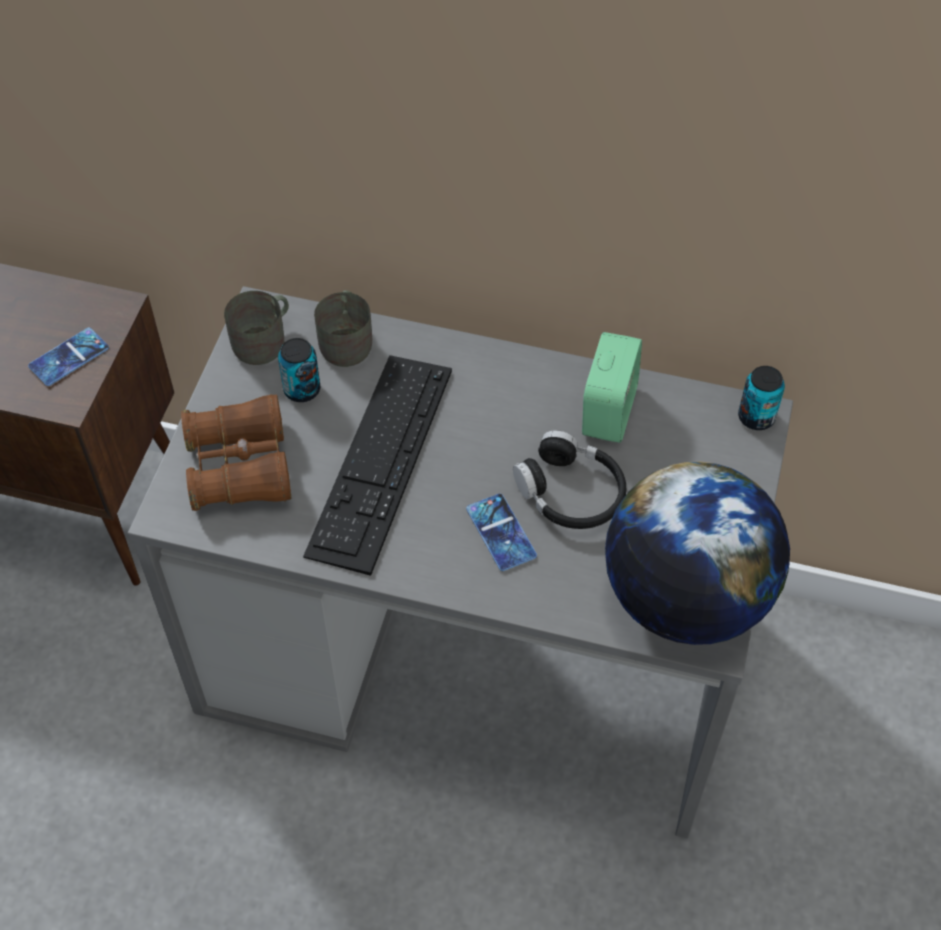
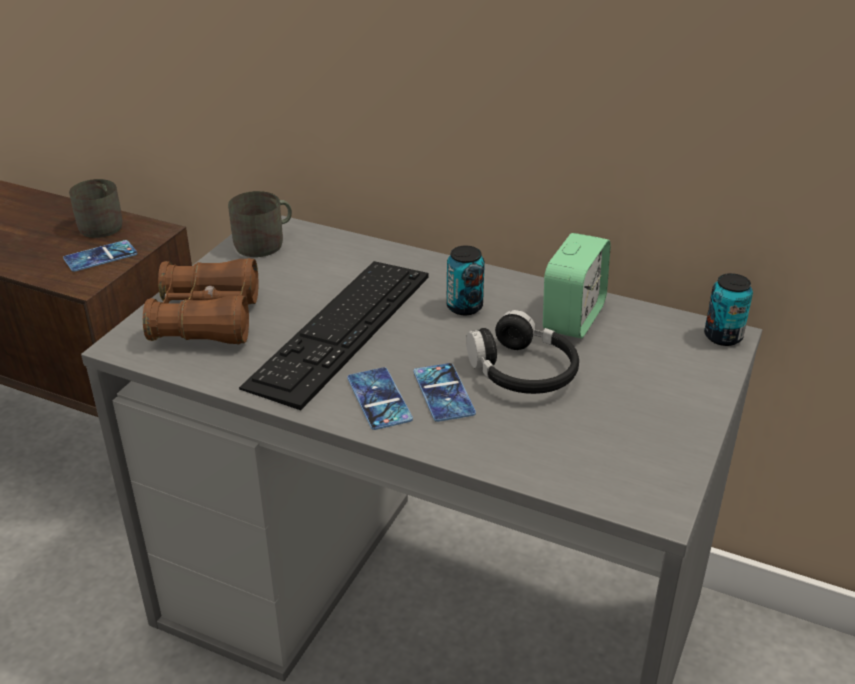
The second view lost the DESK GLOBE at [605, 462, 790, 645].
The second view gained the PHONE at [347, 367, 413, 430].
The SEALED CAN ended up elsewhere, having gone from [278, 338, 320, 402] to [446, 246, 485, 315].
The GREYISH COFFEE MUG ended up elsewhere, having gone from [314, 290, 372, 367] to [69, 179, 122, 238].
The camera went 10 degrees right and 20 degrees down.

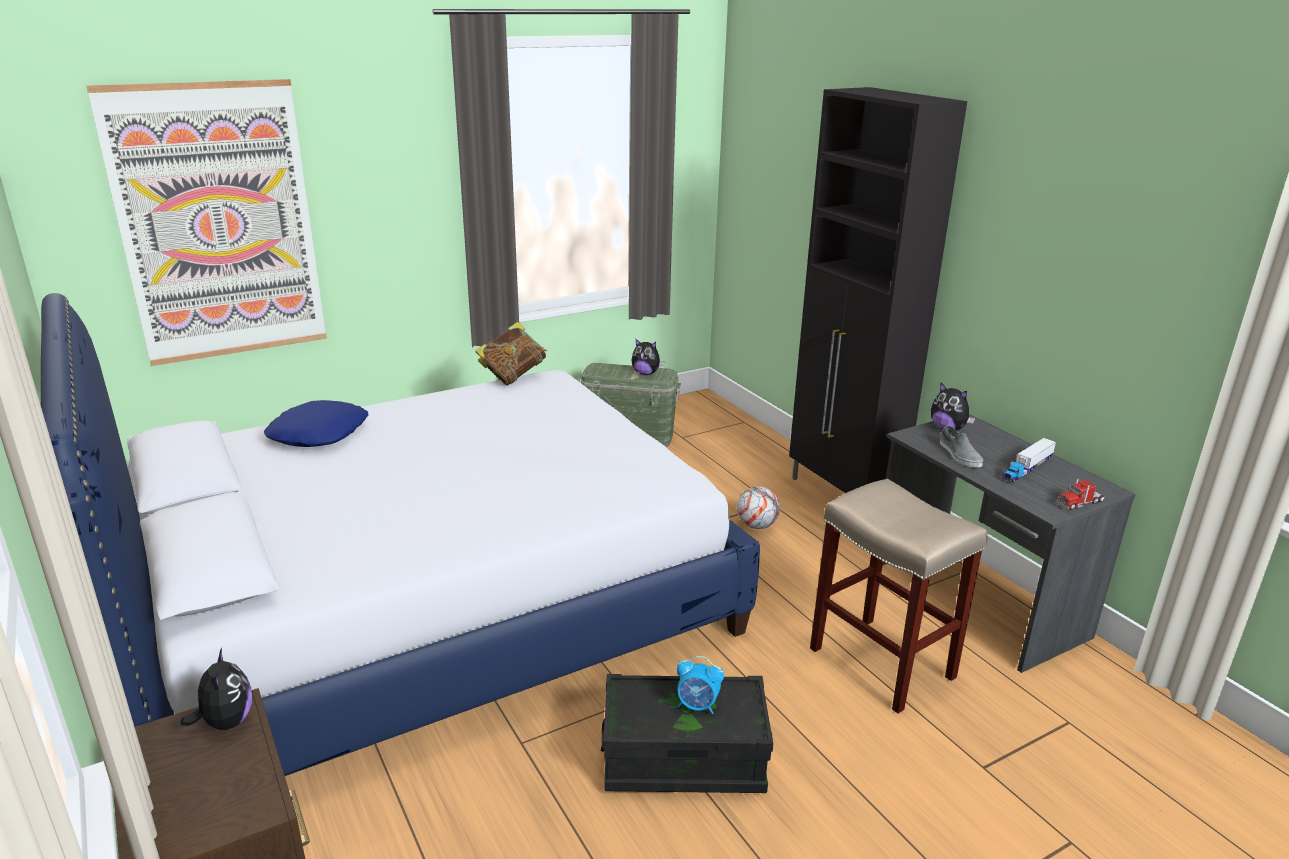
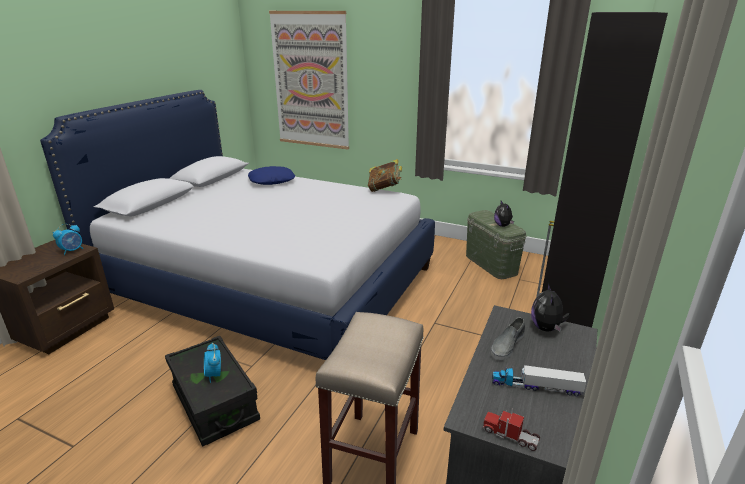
The second view lost the BALL FOR FOOTBALL at [737, 486, 780, 529].
Where the CUDDLY TOY stood at [181, 648, 252, 730], the ALARM CLOCK came to stand at [53, 224, 83, 255].
The camera went 55 degrees right and 0 degrees up.

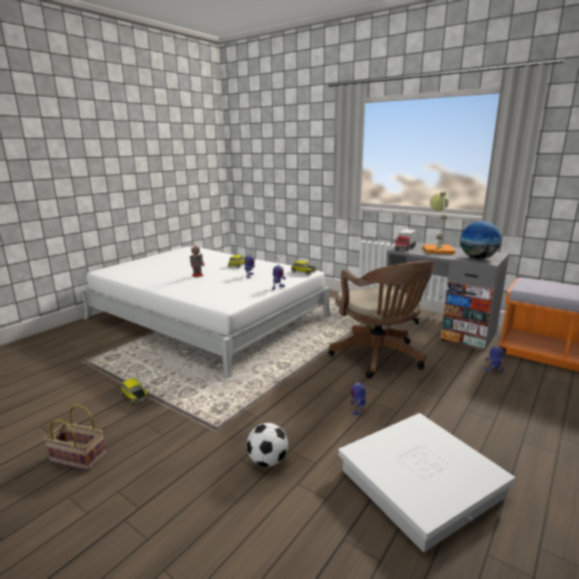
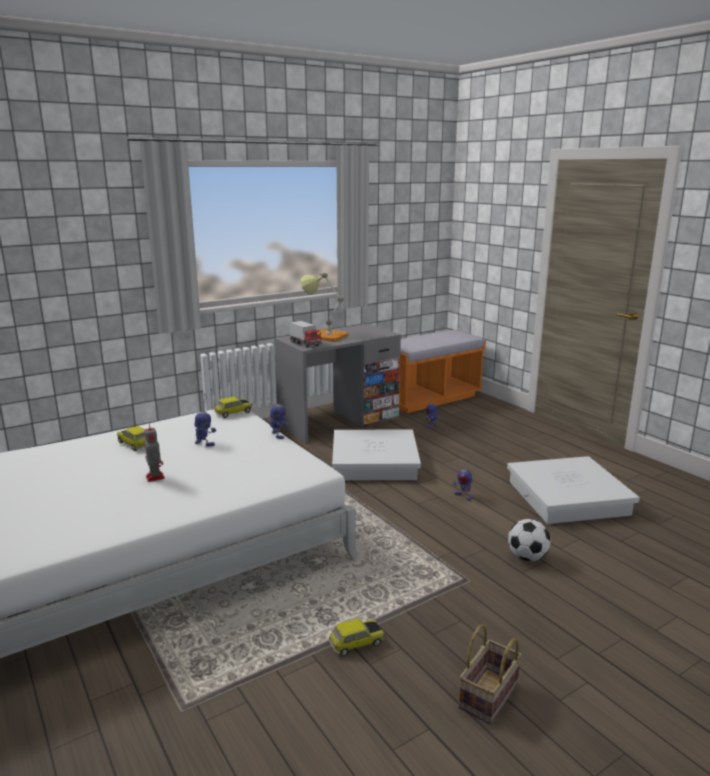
The second view lost the DESK GLOBE at [460, 221, 502, 259].
Where the BROWNISH OFFICE CHAIR stood at [328, 261, 434, 378], the WHITE STORAGE BOX came to stand at [332, 430, 421, 480].
The camera went 70 degrees left and 0 degrees up.

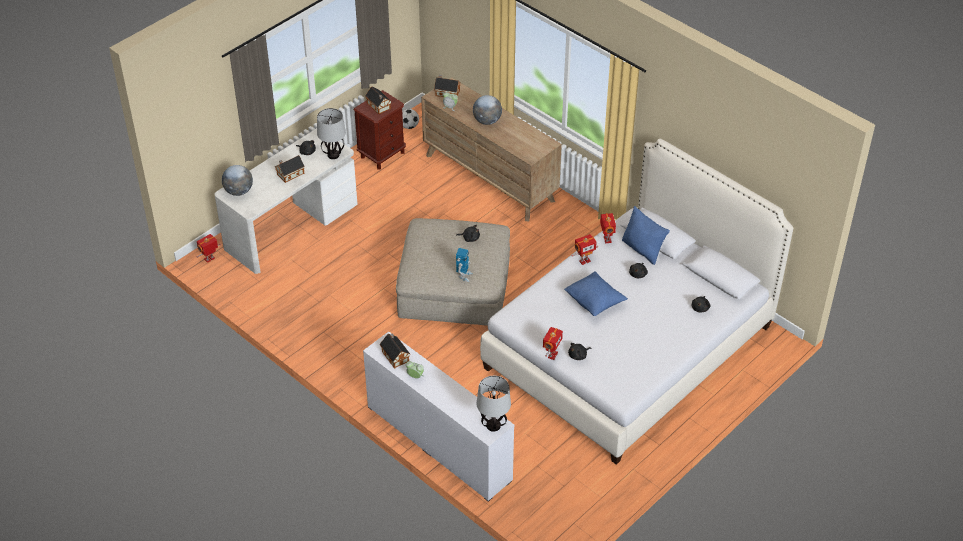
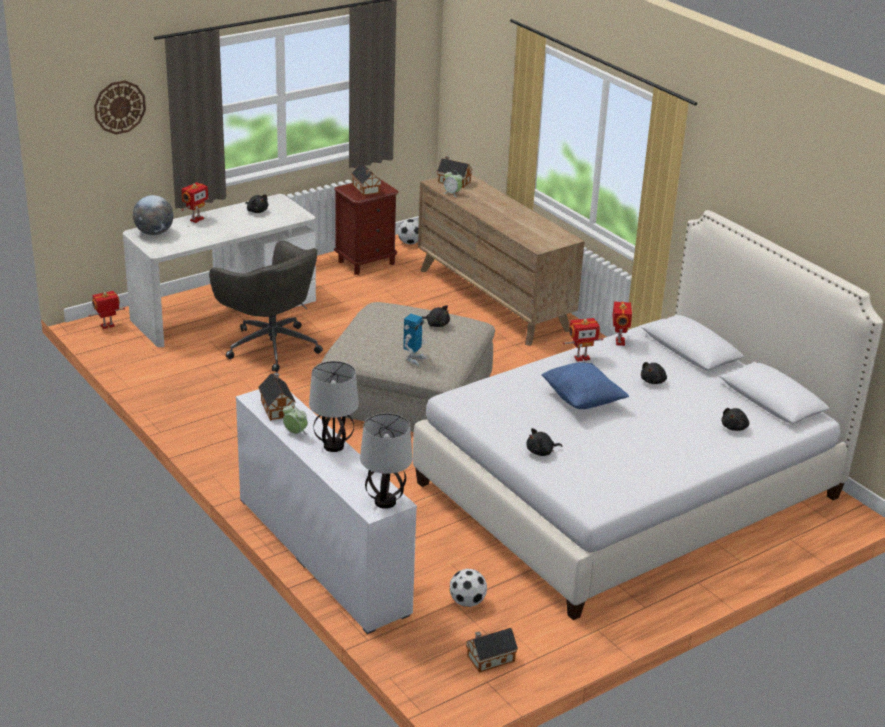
The second view lost the DESK GLOBE at [473, 95, 502, 125].
The second view lost the BLUE-COLOURED CUSHION at [622, 206, 670, 265].
The second view gained the CLOCK ON THE WALL at [94, 80, 146, 135].
The second view gained the GREYISH OFFICE CHAIR at [209, 241, 323, 372].
The second view gained the BALL FOR FOOTBALL at [450, 569, 487, 607].
The MINIATURE HOUSE ended up elsewhere, having gone from [275, 155, 305, 183] to [465, 628, 518, 673].
The LAMP FOR A TABLE ended up elsewhere, having gone from [317, 108, 346, 159] to [309, 361, 359, 452].
The ROBOT FIGURE ended up elsewhere, having gone from [543, 327, 563, 360] to [181, 182, 209, 223].
The camera went 10 degrees right and 15 degrees down.

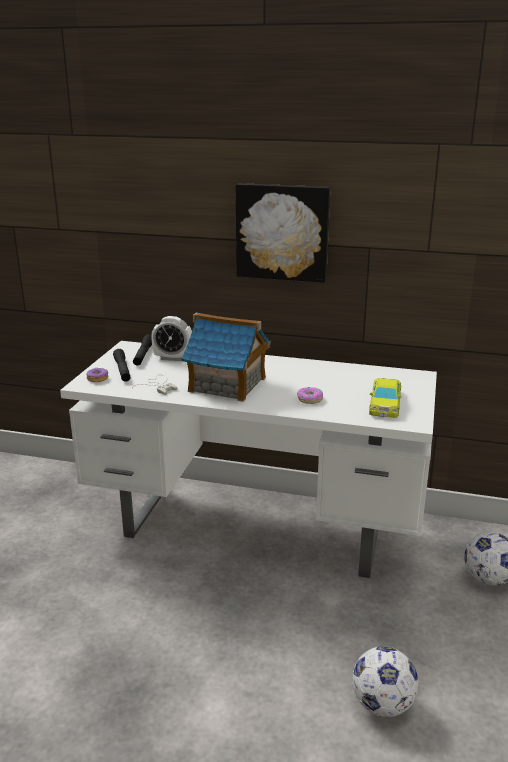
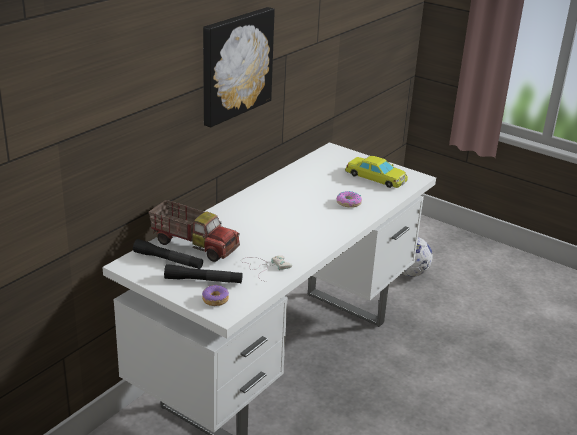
The second view lost the MINIATURE HOUSE at [181, 313, 271, 402].
The second view lost the BALL FOR FOOTBALL at [352, 646, 418, 717].
Where the ALARM CLOCK stood at [151, 316, 192, 361], the MODEL TRUCK came to stand at [149, 200, 240, 262].
The camera went 70 degrees left and 5 degrees up.

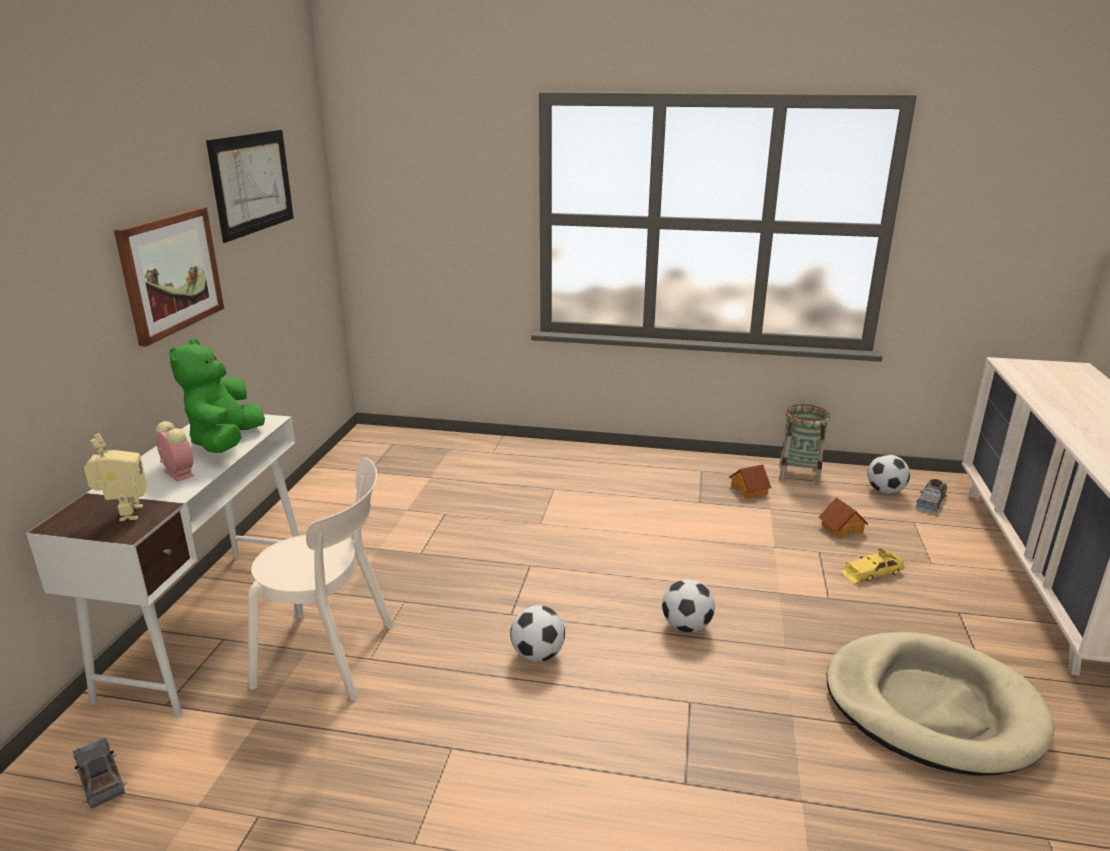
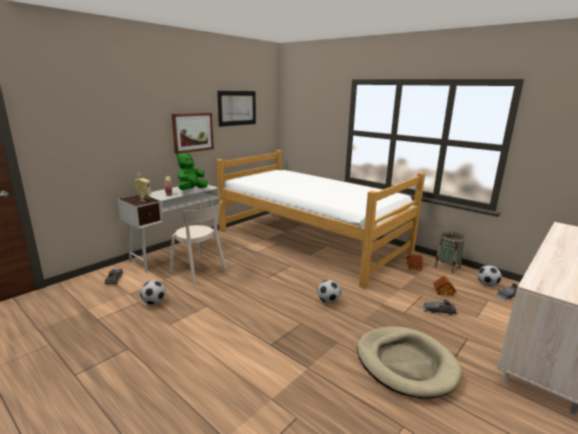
The second view gained the BED at [216, 150, 425, 289].
The BALL FOR FOOTBALL ended up elsewhere, having gone from [510, 605, 565, 662] to [140, 280, 166, 304].
What was the YELLOW MODEL CAR at [841, 548, 905, 584] turned into the GREYISH MODEL CAR at [422, 299, 457, 315].
The camera went 30 degrees right and 5 degrees down.

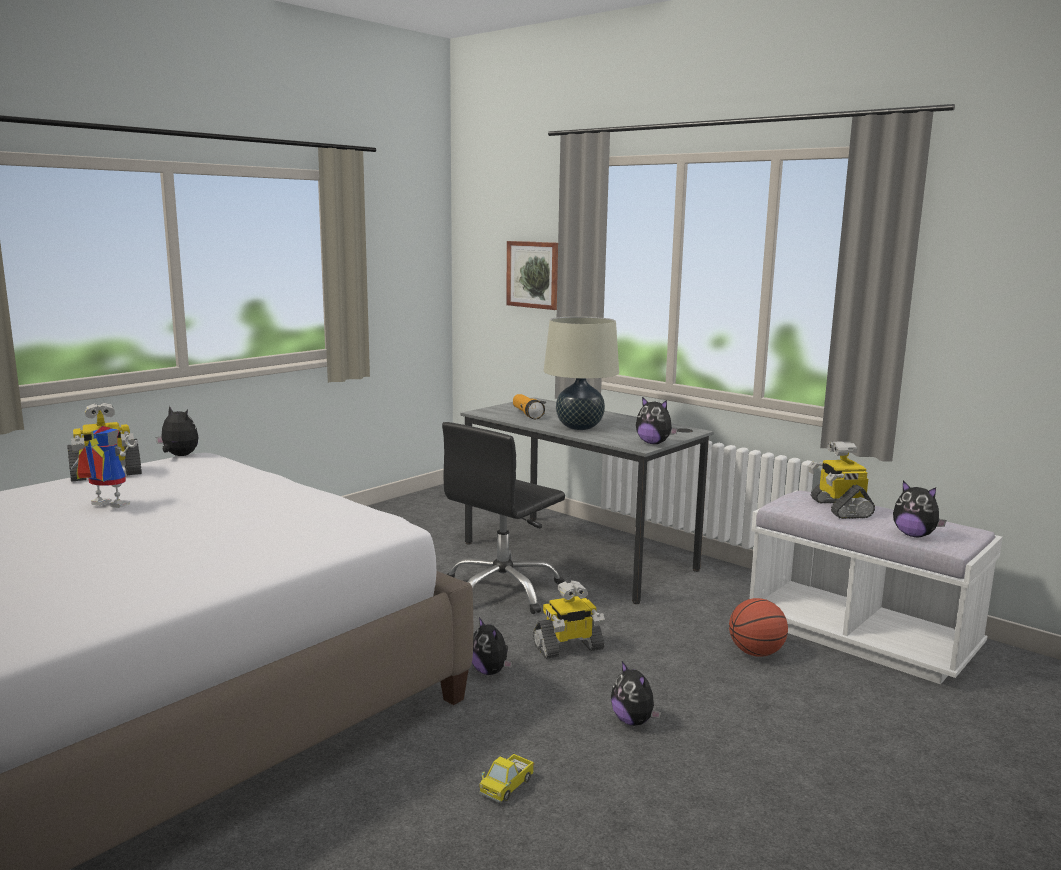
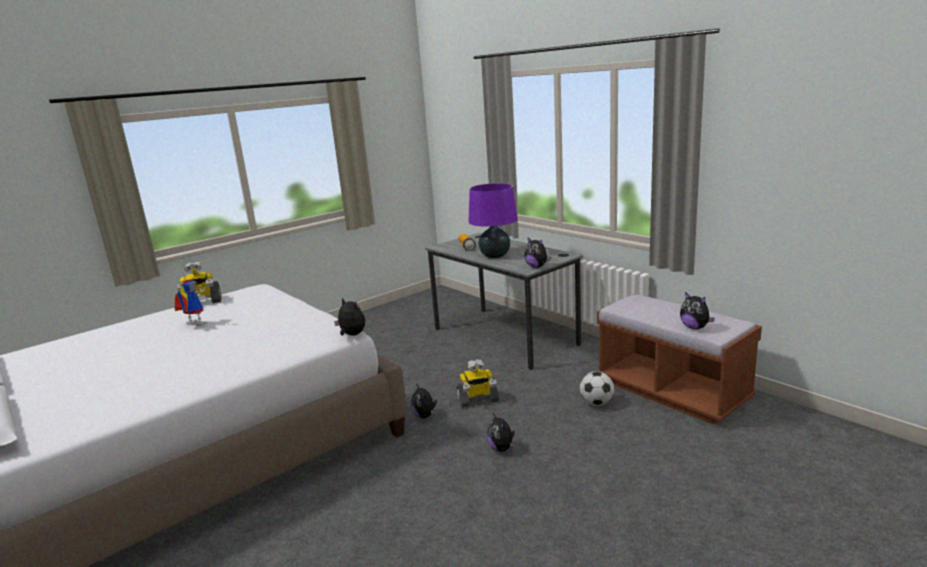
The second view lost the BLACK-COLOURED OFFICE CHAIR at [442, 422, 565, 614].
The second view lost the MODEL TRUCK at [479, 754, 534, 803].
The second view lost the PICTURE at [506, 241, 558, 310].
The second view lost the ROBOT FIGURE at [808, 441, 875, 519].
The CUDDLY TOY ended up elsewhere, having gone from [156, 406, 198, 456] to [334, 297, 365, 336].
Where the BALL FOR BASKETBALL stood at [729, 598, 788, 657], the BALL FOR FOOTBALL came to stand at [580, 371, 614, 406].
What was the SAND-COLOURED LAMP FOR A TABLE at [544, 316, 619, 430] turned into the PURPLISH LAMP FOR A TABLE at [469, 183, 518, 258].
What was the WHITE INDOOR BENCH at [750, 490, 1003, 684] turned into the BROWNISH INDOOR BENCH at [597, 294, 762, 425].
The camera went 10 degrees right and 5 degrees up.

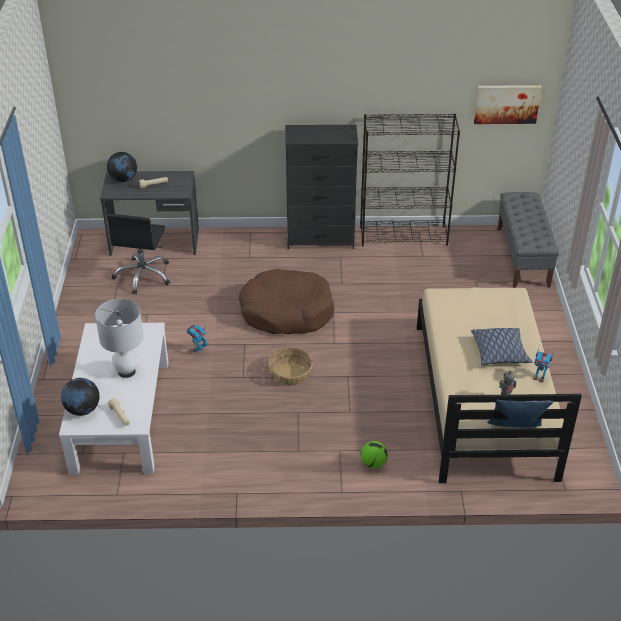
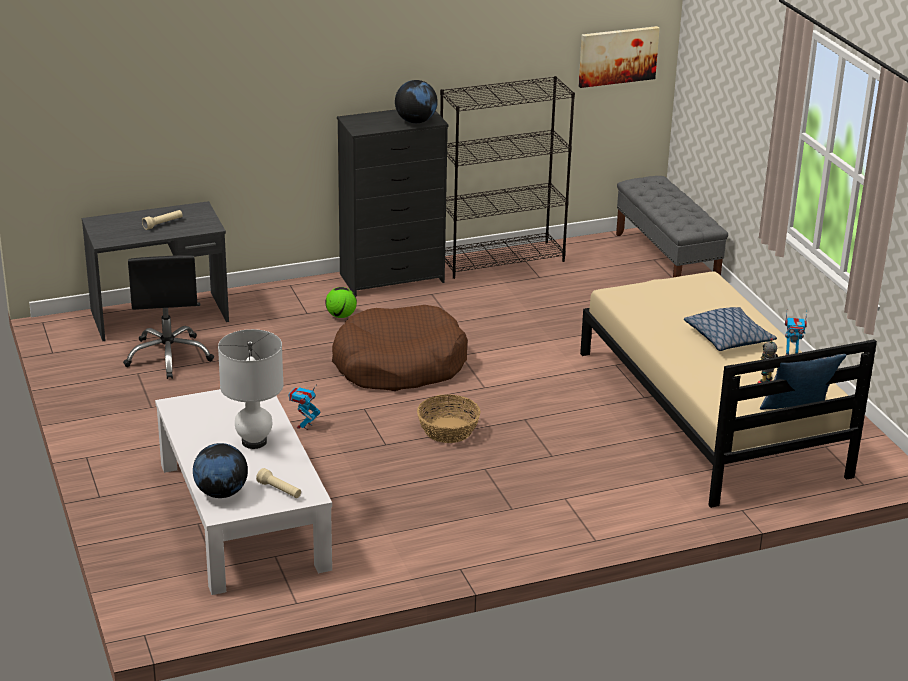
The DESK GLOBE ended up elsewhere, having gone from [107, 152, 137, 182] to [395, 80, 438, 123].
The BALL FOR FOOTBALL ended up elsewhere, having gone from [360, 441, 388, 469] to [326, 287, 357, 318].
The camera went 20 degrees left and 10 degrees down.

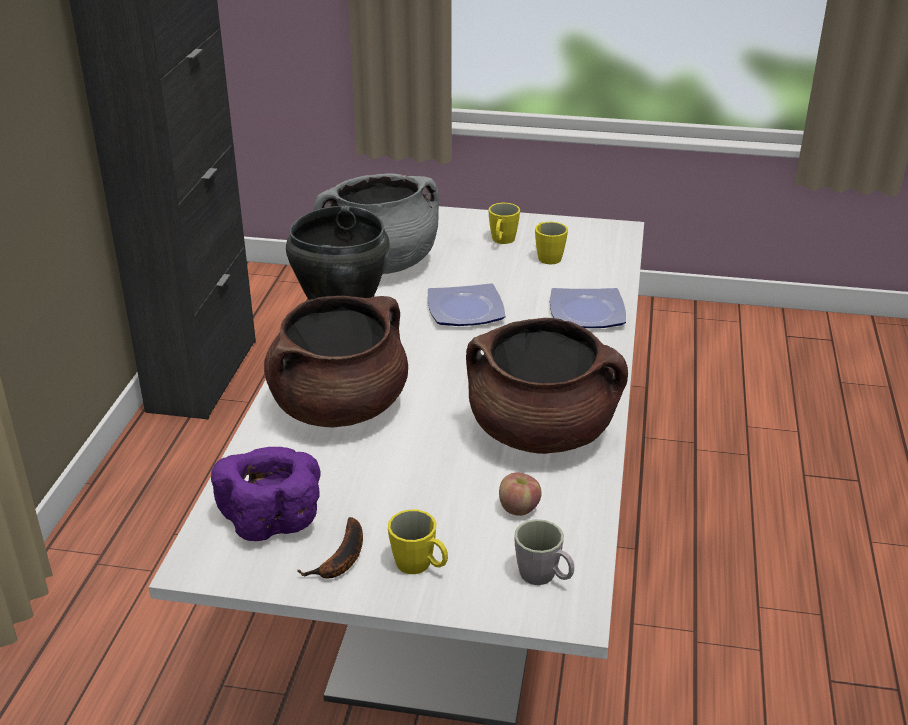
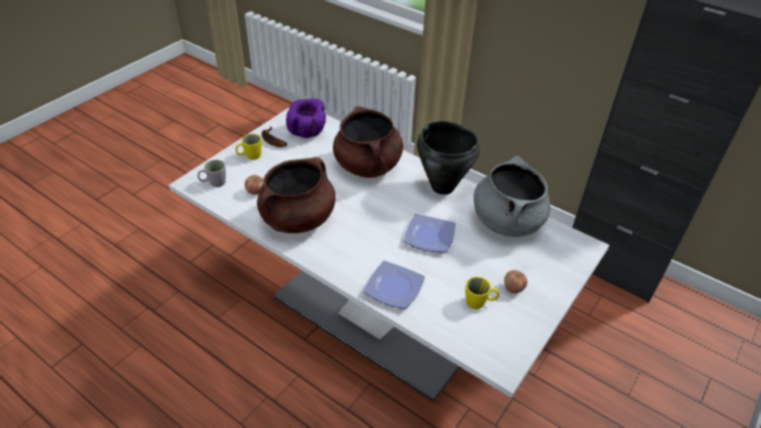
Where the YELLOW COFFEE MUG stood at [489, 203, 520, 244], the WHOLE APPLE came to stand at [504, 270, 528, 294].
The camera went 115 degrees right and 10 degrees up.

